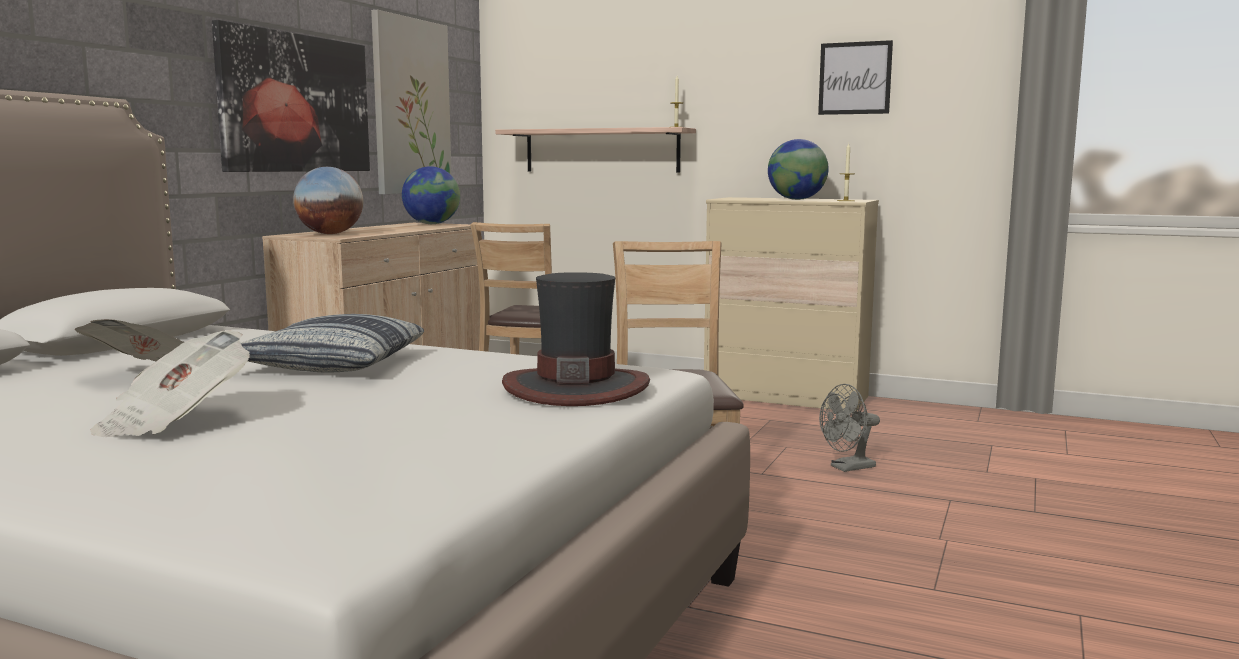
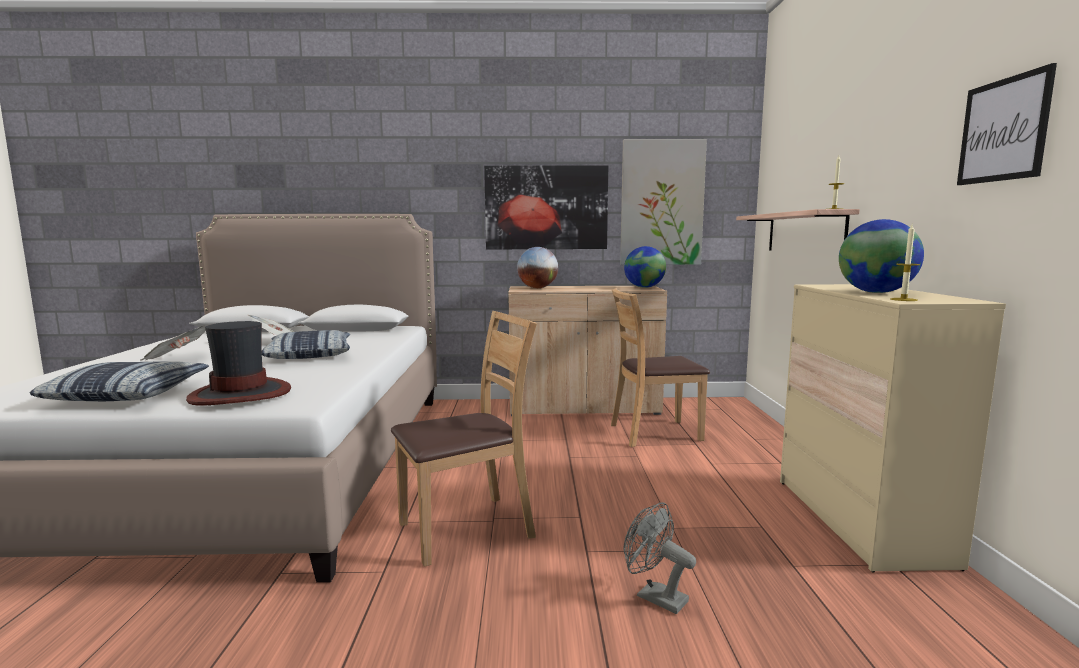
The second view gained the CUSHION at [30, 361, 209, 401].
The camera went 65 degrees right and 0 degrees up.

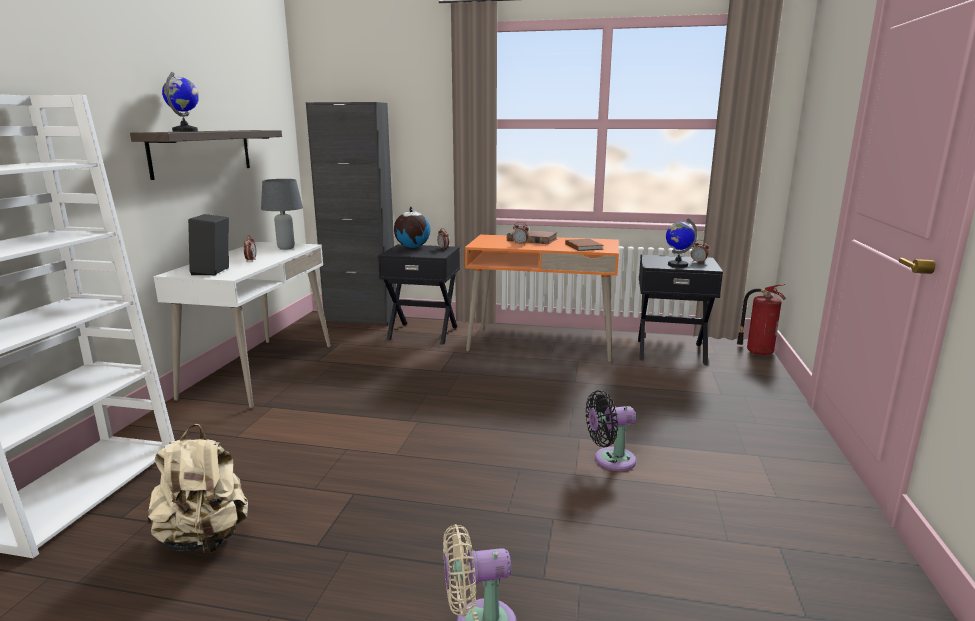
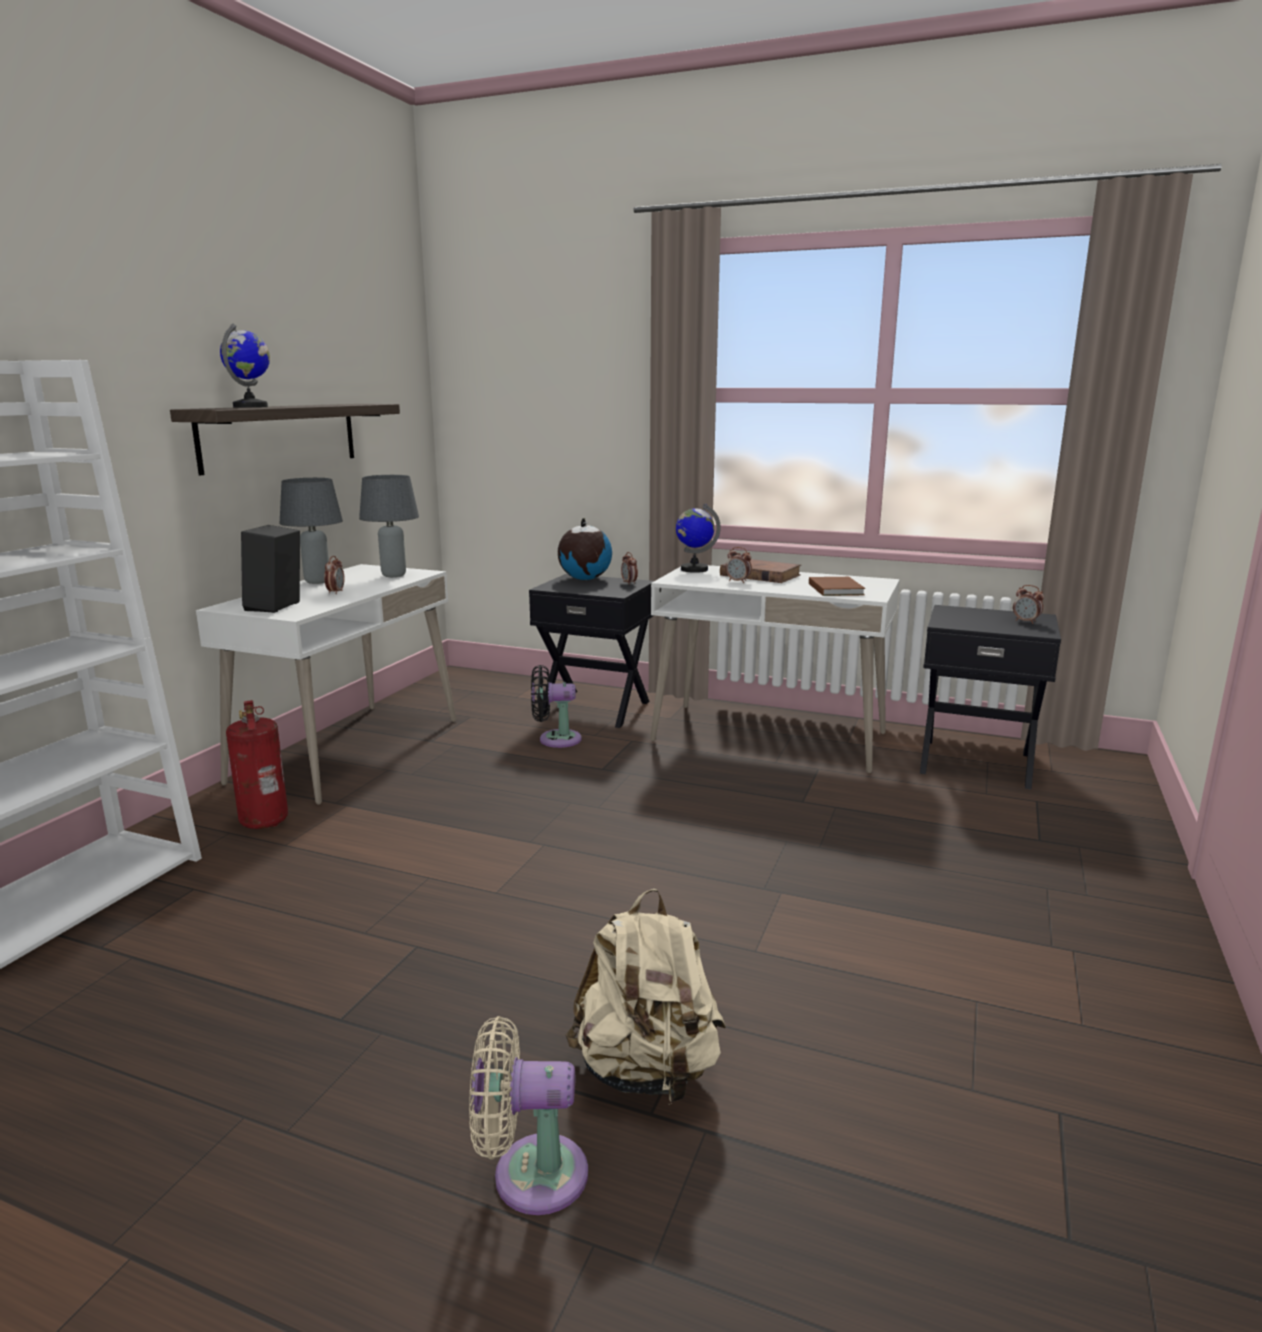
The second view lost the BLACK-COLOURED STORAGE CABINET at [306, 102, 397, 326].
The second view gained the GREYISH LAMP FOR A TABLE at [280, 478, 343, 584].
The SAND-COLOURED KNAPSACK ended up elsewhere, having gone from [147, 424, 248, 553] to [565, 889, 726, 1105].
The BLACK-COLOURED FAN ended up elsewhere, having gone from [585, 390, 636, 471] to [531, 665, 582, 748].
The DESK GLOBE ended up elsewhere, having gone from [666, 218, 697, 268] to [676, 504, 721, 573].
The FIRE-FIGHTING CYLINDER ended up elsewhere, having gone from [737, 284, 786, 355] to [226, 700, 288, 829].
What was the ORANGE-COLOURED DESK at [465, 235, 619, 362] turned into the WHITE DESK at [650, 565, 900, 773].
The camera went 10 degrees right and 0 degrees up.

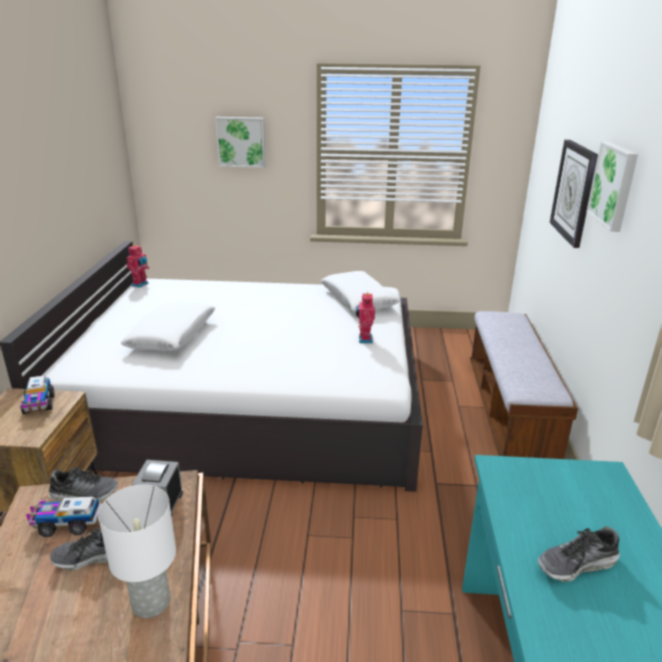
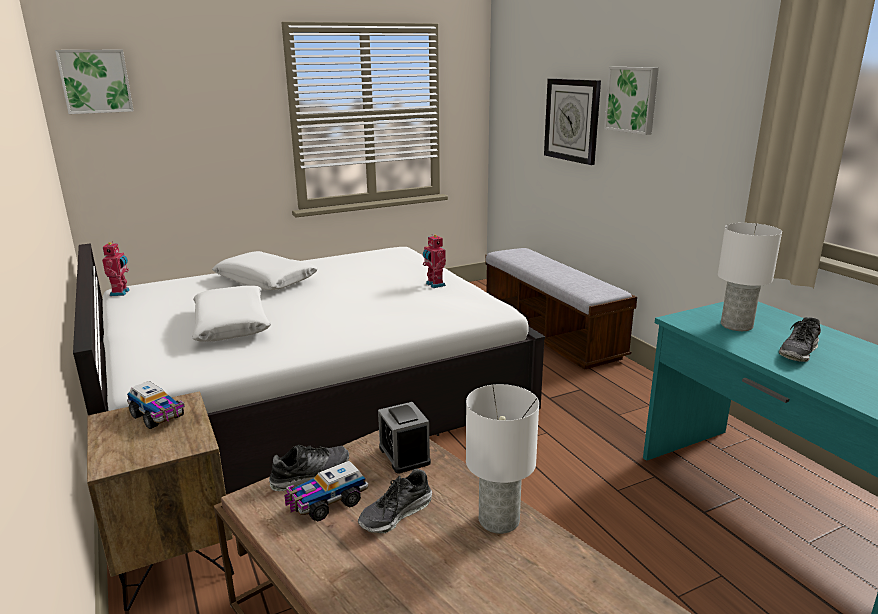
The second view gained the WHITE LAMP FOR A TABLE at [718, 223, 782, 331].
The PICTURE ended up elsewhere, having gone from [215, 117, 266, 168] to [55, 49, 134, 114].
The WHITE CUSHION ended up elsewhere, having gone from [321, 271, 400, 313] to [212, 251, 318, 290].
The camera went 30 degrees left and 5 degrees down.

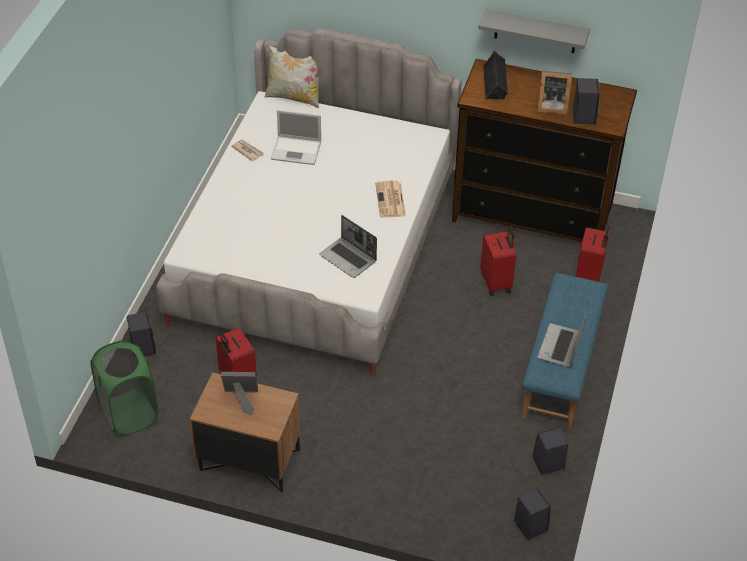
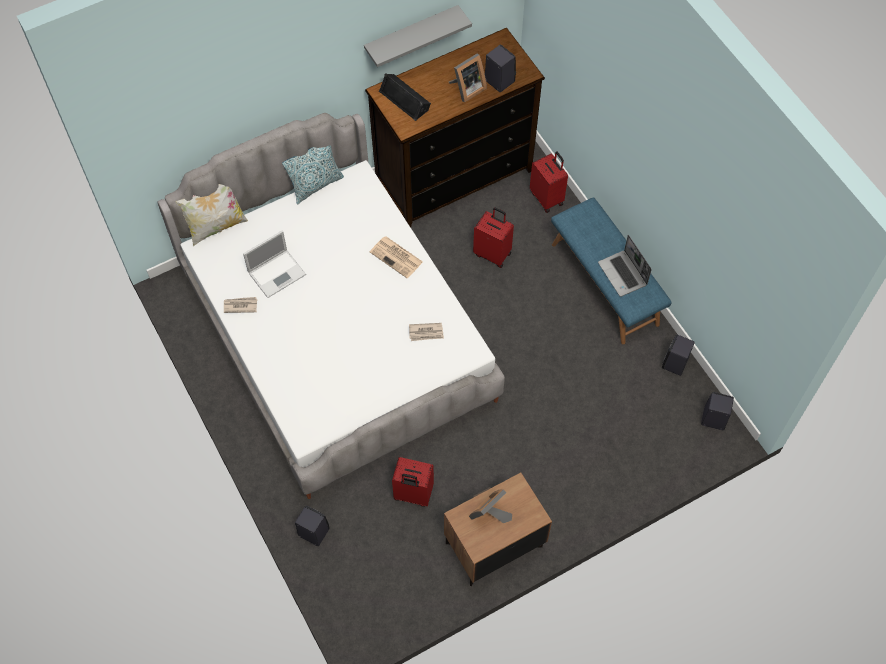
The second view lost the GREEN-COLOURED LAUNDRY BASKET at [91, 340, 158, 435].
The second view gained the CUSHION at [282, 145, 344, 204].
Where the NOTEBOOK COMPUTER stood at [319, 215, 377, 278], the DAILY PAPER came to stand at [409, 323, 444, 341].
The camera went 45 degrees left and 15 degrees up.

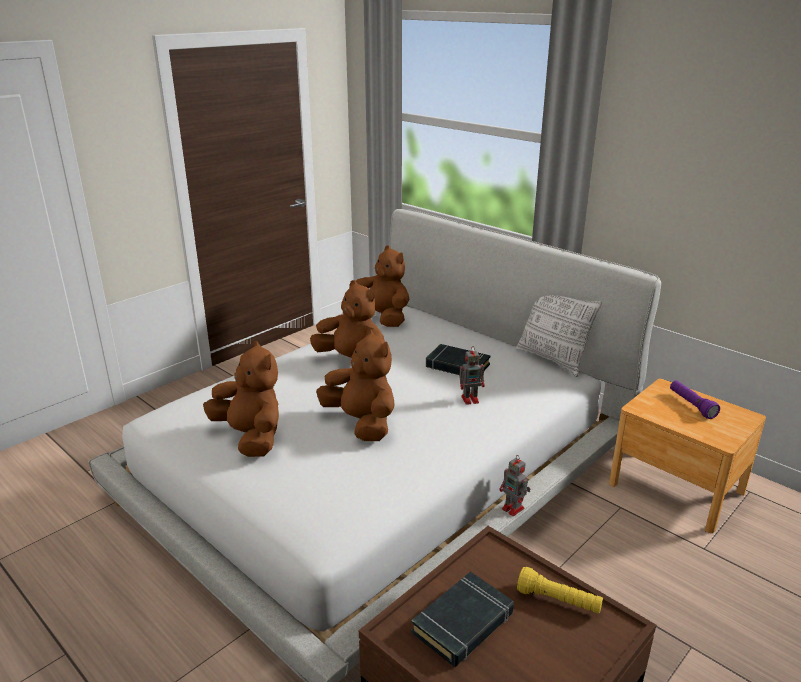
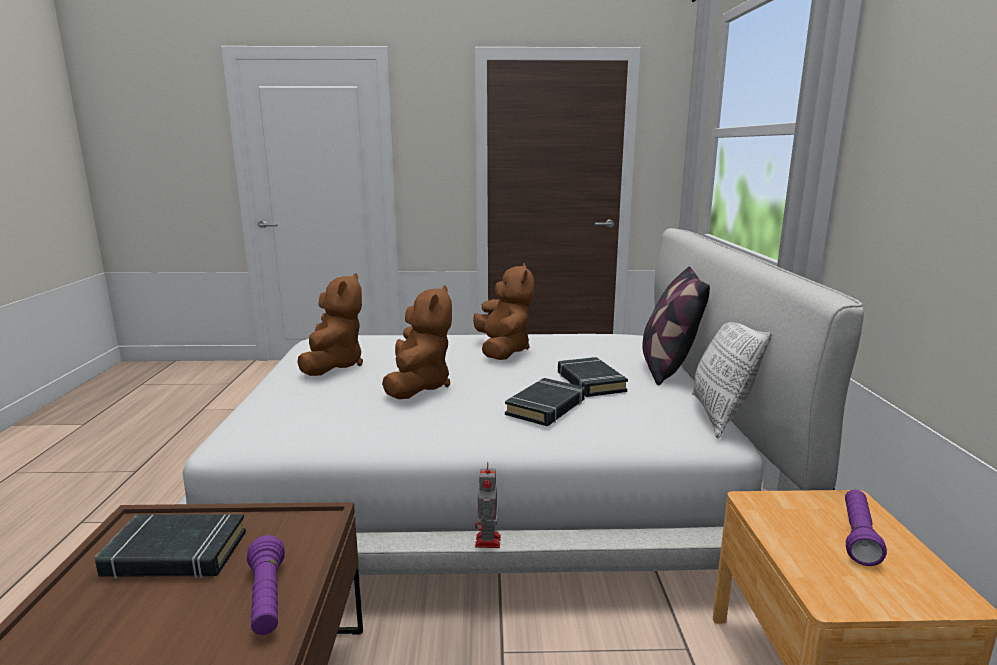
The second view lost the BROWNISH CUDDLY TOY at [356, 245, 409, 327].
The second view gained the CUSHION at [642, 266, 710, 386].
Where the ROBOT FIGURE stood at [460, 346, 484, 405], the BLACK-COLOURED BOOK came to stand at [505, 378, 585, 426].
What was the YELLOW FLASHLIGHT at [517, 567, 603, 614] turned into the PURPLISH FLASHLIGHT at [247, 535, 285, 635].
The camera went 45 degrees right and 10 degrees down.

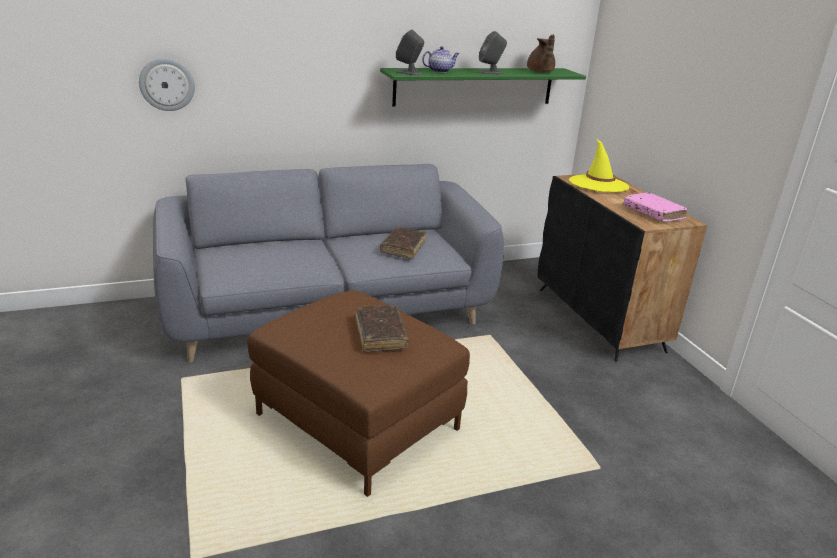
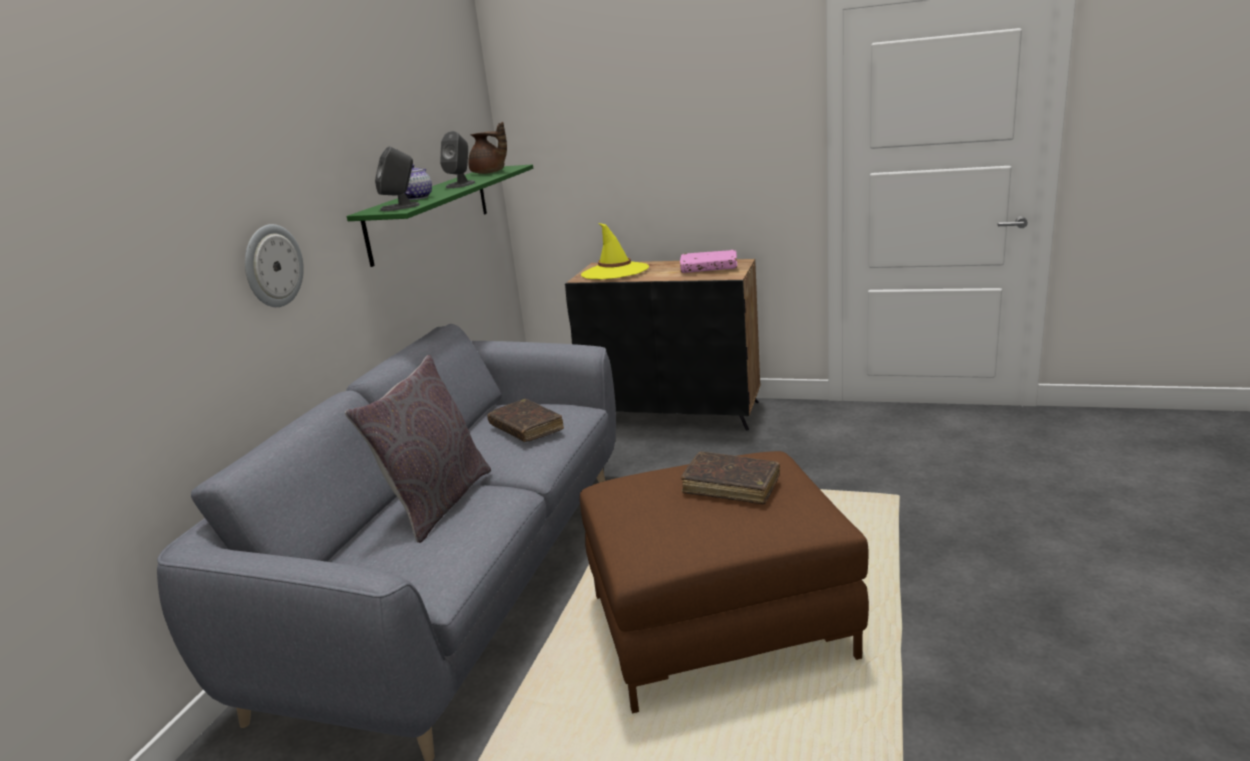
The second view gained the GREYISH CUSHION at [345, 355, 491, 543].
The CLOCK ON THE WALL ended up elsewhere, having gone from [139, 58, 195, 111] to [245, 224, 304, 307].
The camera went 50 degrees left and 5 degrees down.

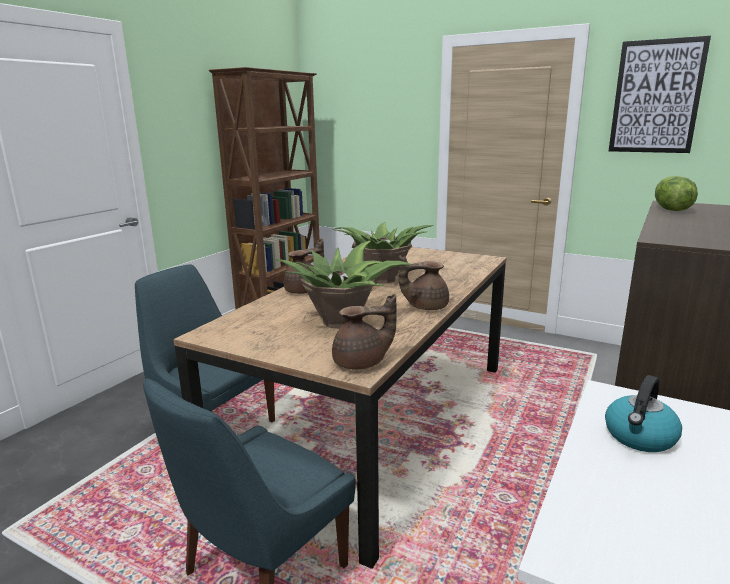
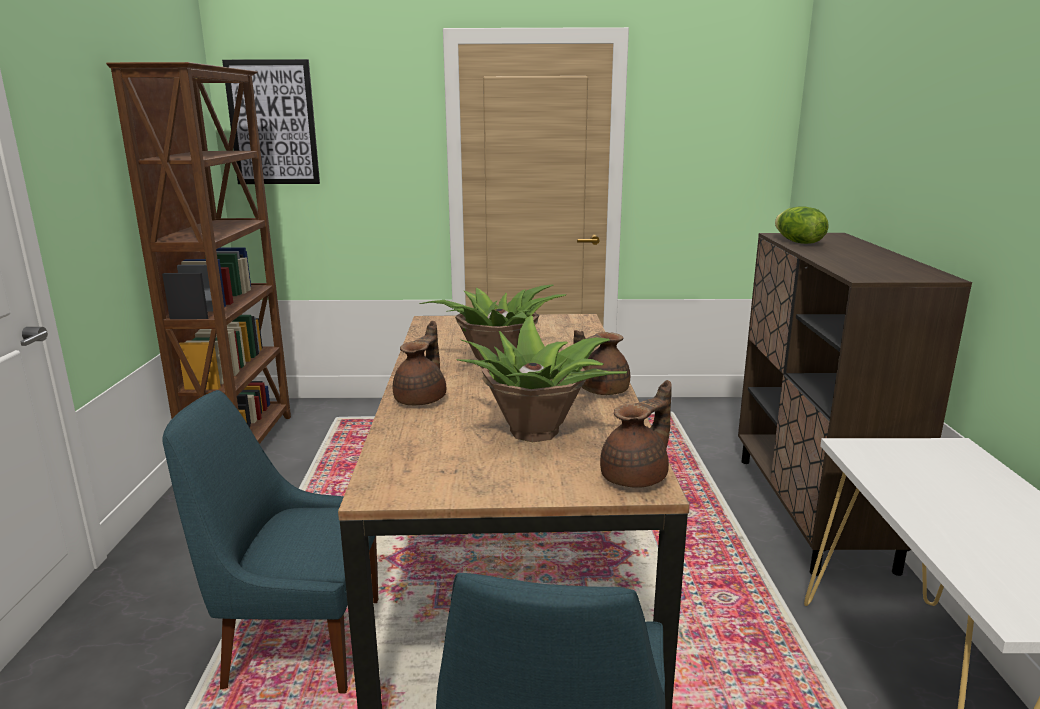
The second view lost the WATER KETTLE at [605, 375, 682, 452].
The PICTURE ended up elsewhere, having gone from [609, 36, 711, 153] to [222, 59, 320, 184].
The camera went 30 degrees left and 0 degrees up.

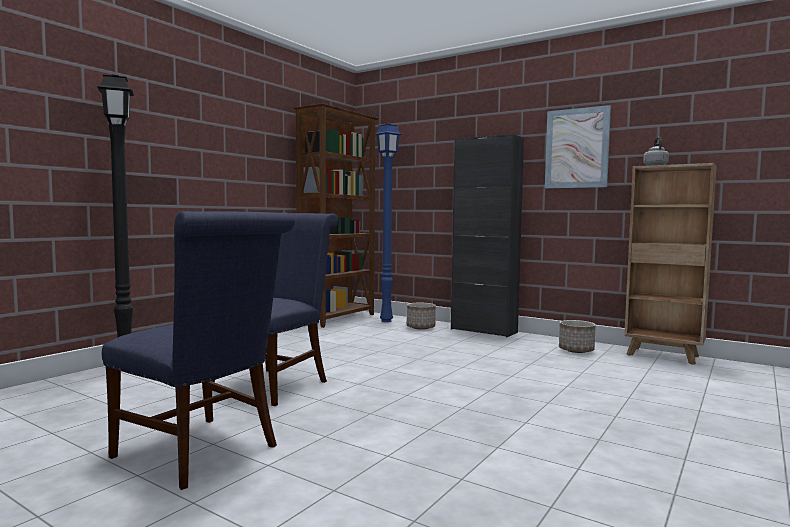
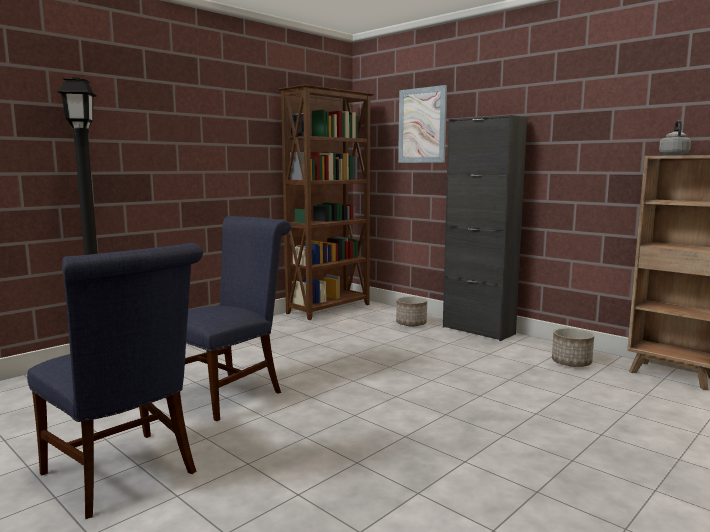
The second view lost the BLUE-COLOURED FLOOR LAMP at [374, 124, 402, 322].
The PICTURE ended up elsewhere, having gone from [545, 105, 611, 188] to [398, 85, 447, 163].
The camera went 10 degrees right and 5 degrees up.

